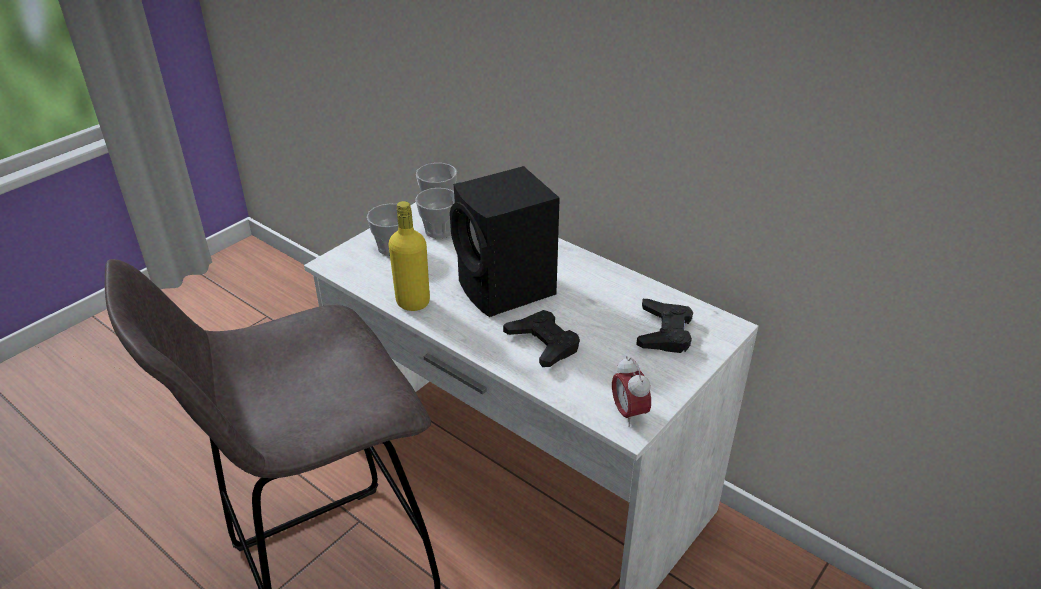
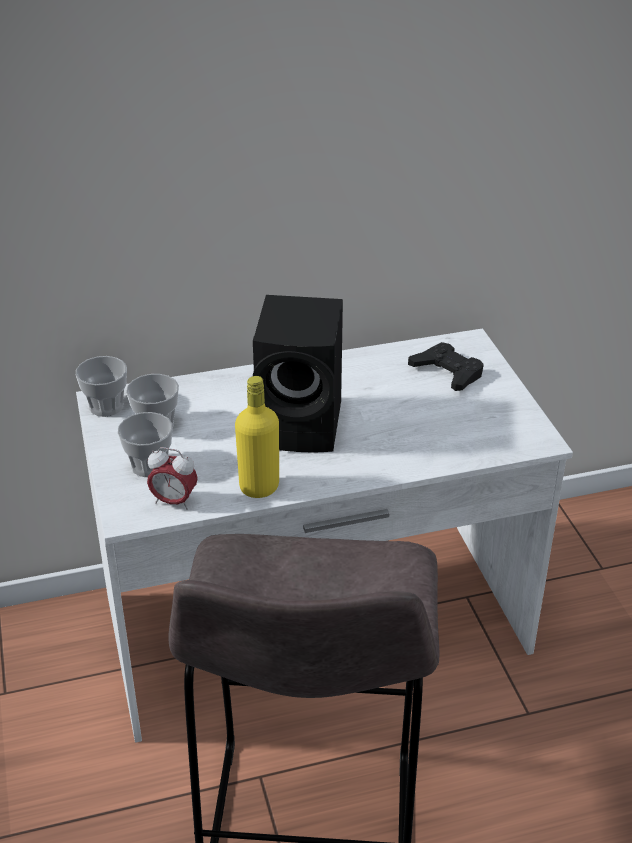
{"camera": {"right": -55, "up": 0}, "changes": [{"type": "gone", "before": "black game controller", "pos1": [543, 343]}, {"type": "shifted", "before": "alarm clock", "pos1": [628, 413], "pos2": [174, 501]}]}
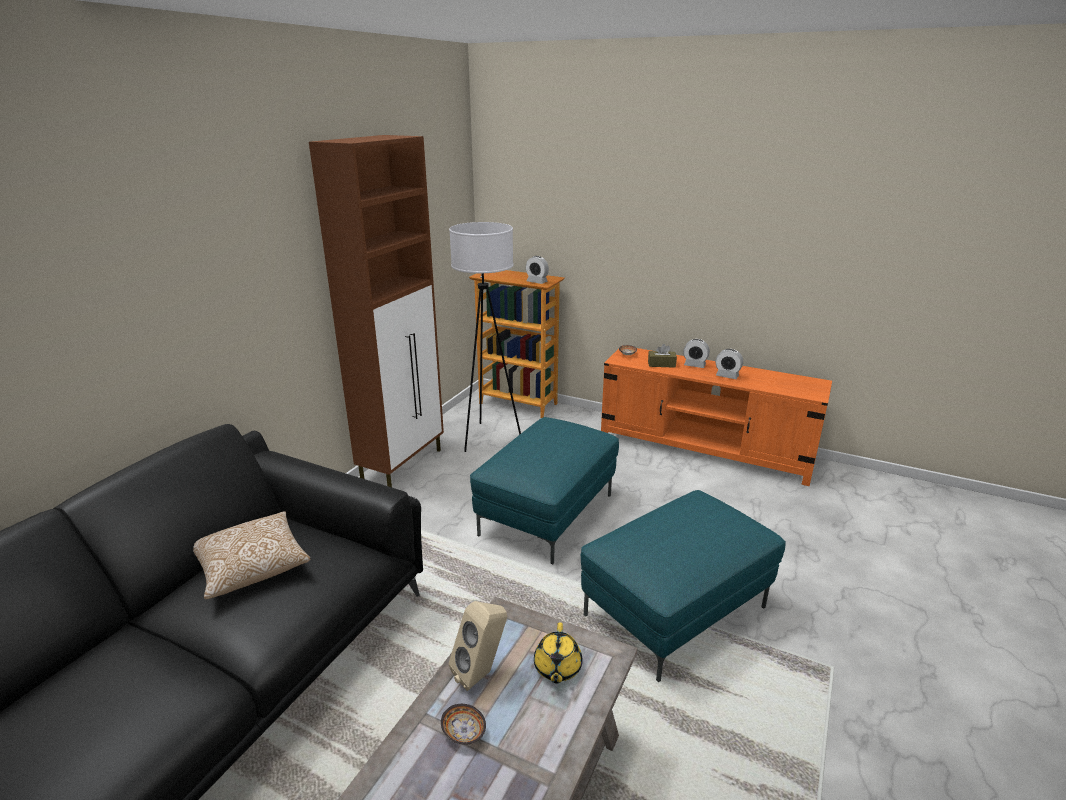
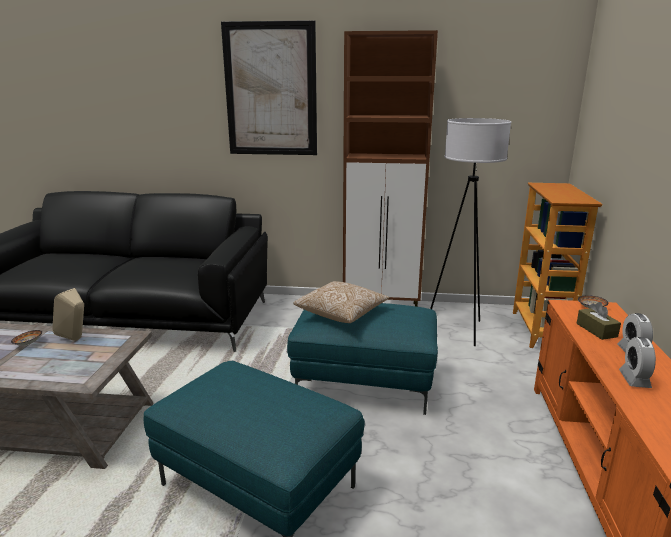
{"camera": {"right": 70, "up": -5}, "changes": [{"type": "gone", "before": "alarm clock", "pos1": [537, 282]}, {"type": "gone", "before": "yellow teapot", "pos1": [557, 668]}, {"type": "new", "after": "picture", "pos2": [270, 90]}, {"type": "shifted", "before": "pillow", "pos1": [252, 567], "pos2": [342, 313]}]}
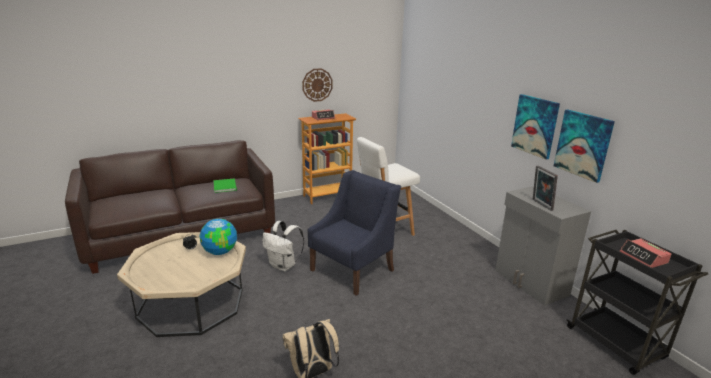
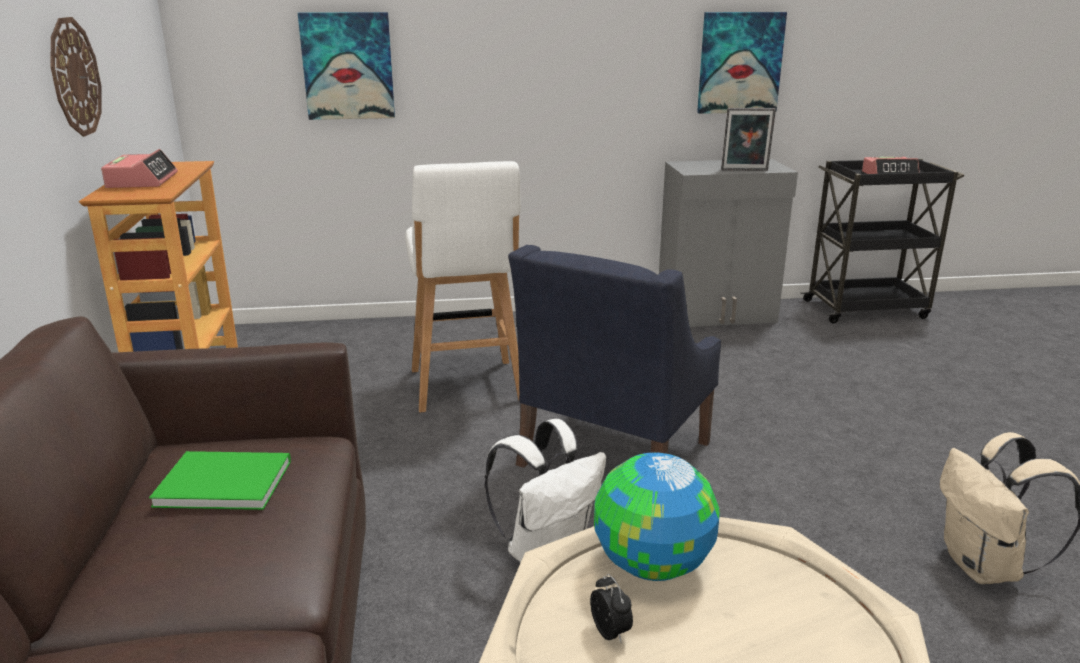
{"camera": {"right": -70, "up": 0}, "changes": [{"type": "shifted", "before": "picture", "pos1": [535, 126], "pos2": [348, 66]}, {"type": "rotated", "before": "blue armchair", "pos1": [353, 270], "pos2": [612, 454], "turn": -120}]}
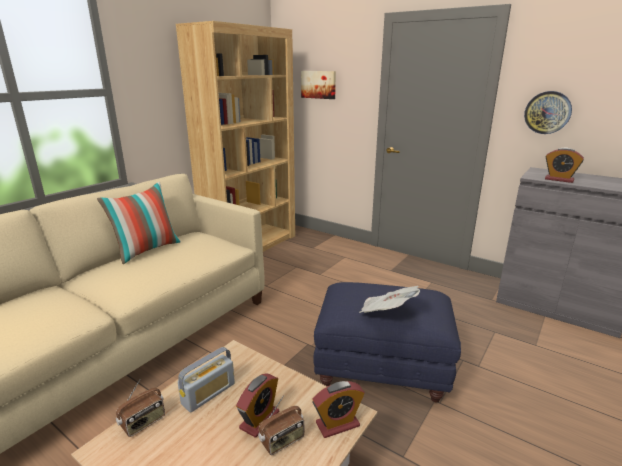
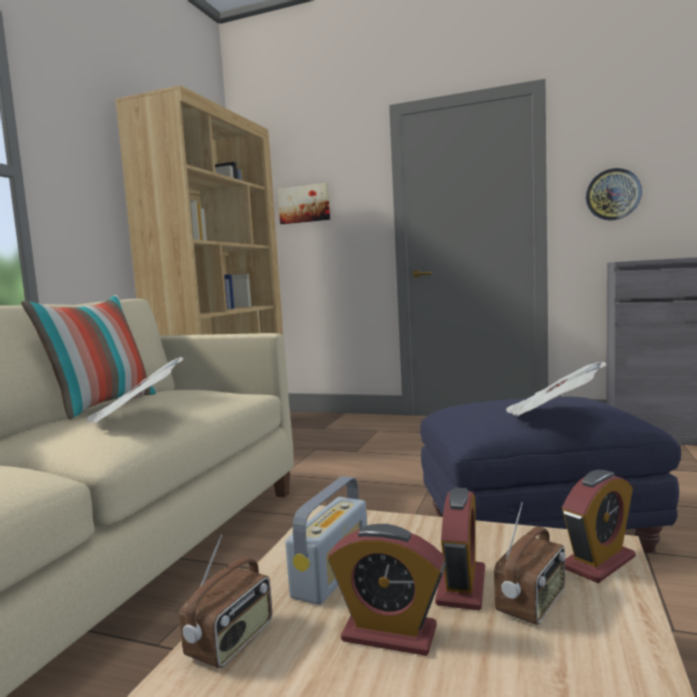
{"camera": {"right": -15, "up": -15}, "changes": [{"type": "new", "after": "newspaper", "pos2": [136, 417]}, {"type": "shifted", "before": "alarm clock", "pos1": [559, 179], "pos2": [389, 634]}]}
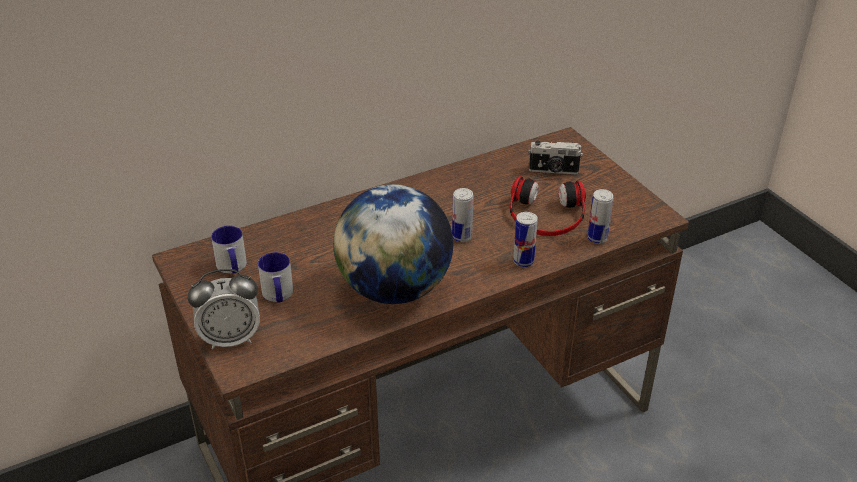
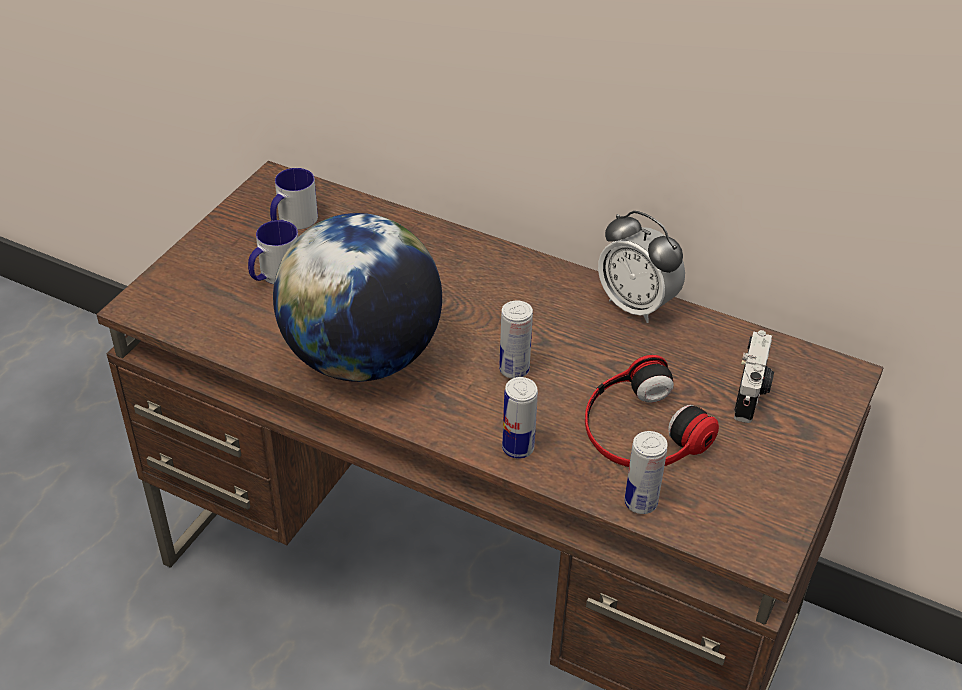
{"camera": {"right": 55, "up": 5}, "changes": [{"type": "shifted", "before": "alarm clock", "pos1": [230, 338], "pos2": [636, 305]}, {"type": "rotated", "before": "photo camera", "pos1": [553, 171], "pos2": [751, 394], "turn": -135}]}
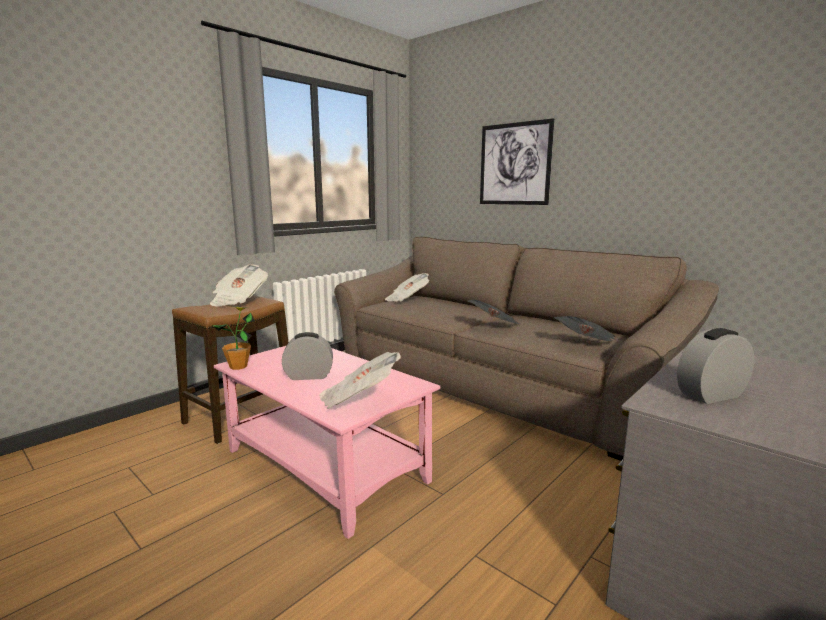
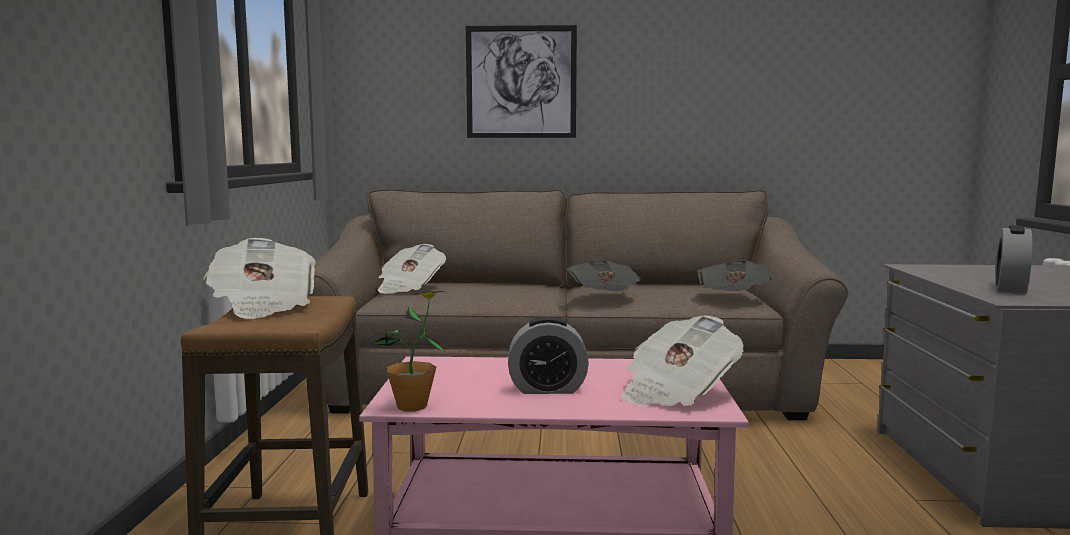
{"camera": {"right": -40, "up": -5}, "changes": [{"type": "rotated", "before": "alarm clock", "pos1": [308, 376], "pos2": [547, 389], "turn": -135}]}
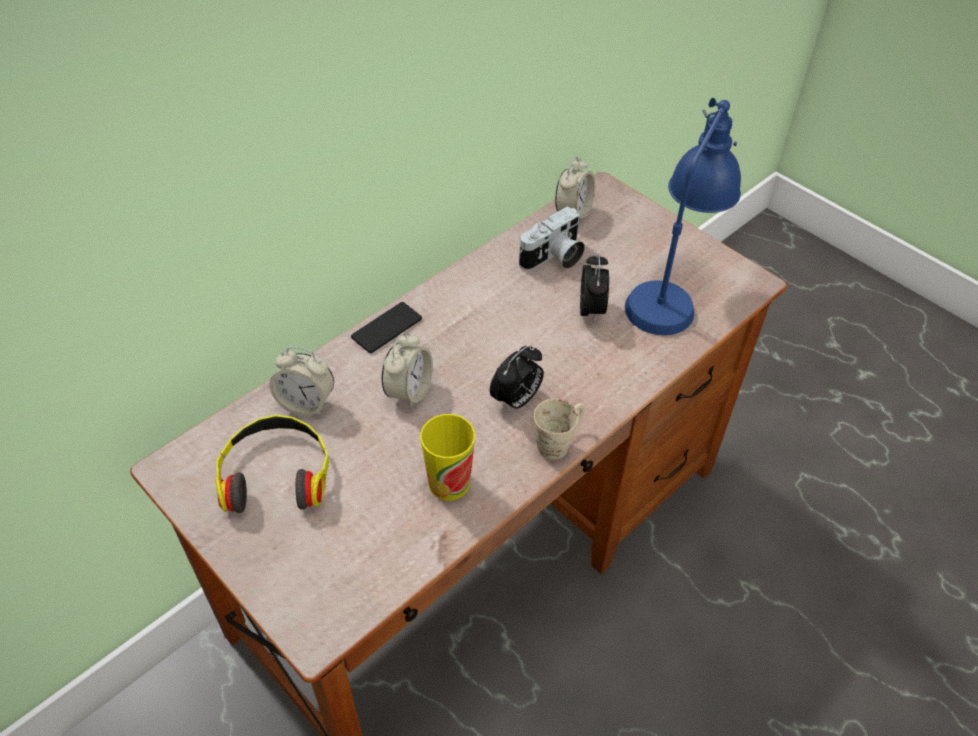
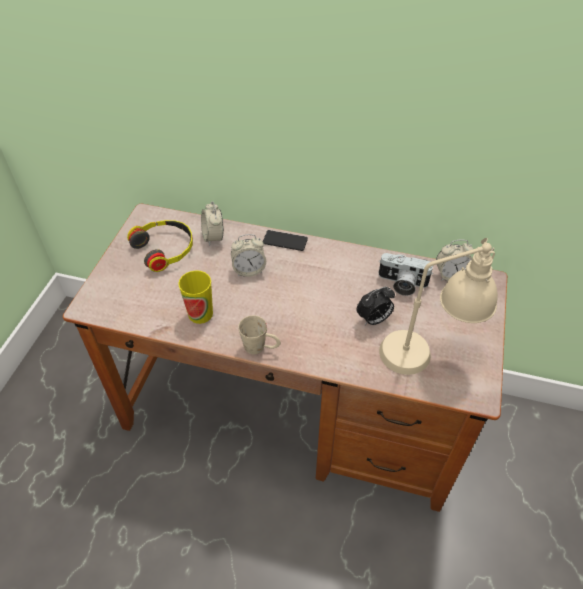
{"camera": {"right": 60, "up": 0}, "changes": [{"type": "gone", "before": "alarm clock", "pos1": [516, 400]}, {"type": "repainted", "before": "blue table lamp", "after": "beige table lamp", "pos1": [670, 291], "pos2": [427, 352]}]}
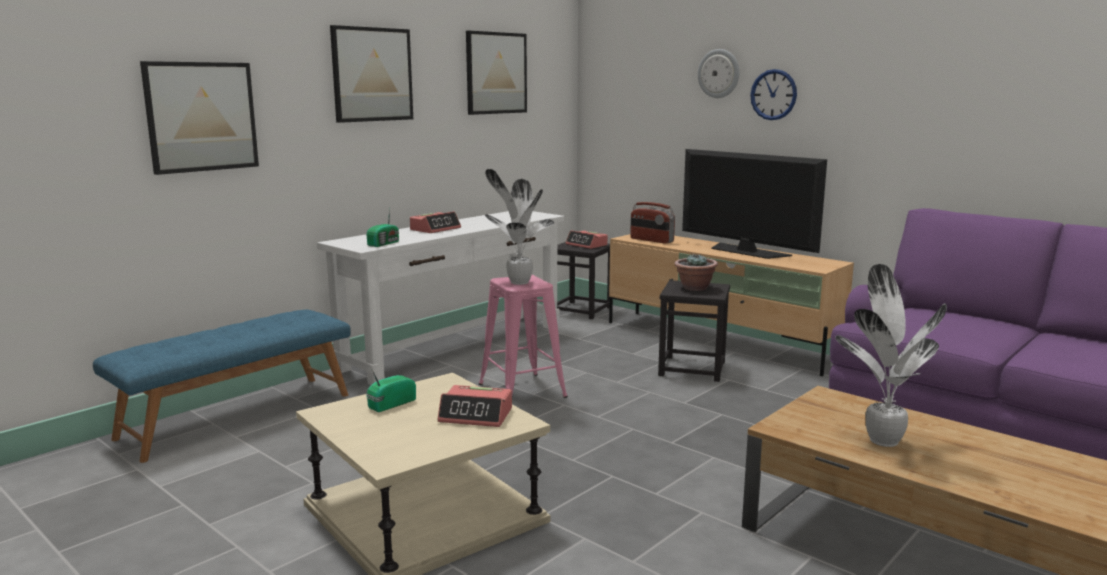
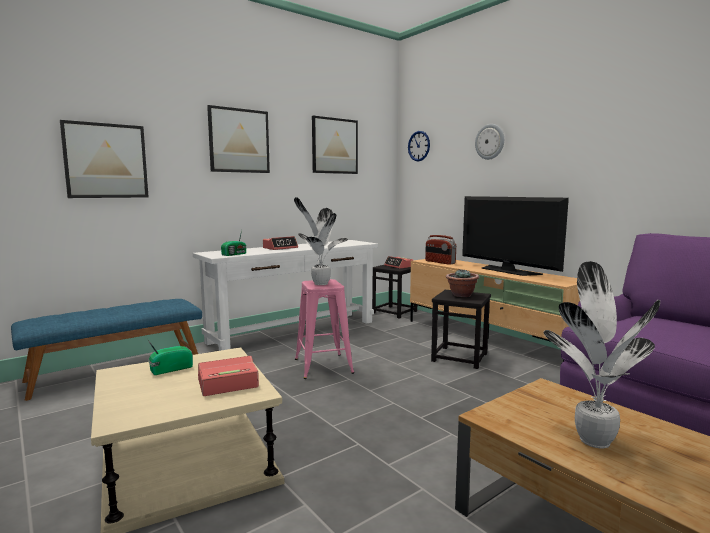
{"camera": {"right": 10, "up": -5}, "changes": [{"type": "shifted", "before": "wall clock", "pos1": [773, 94], "pos2": [419, 146]}, {"type": "rotated", "before": "alarm clock", "pos1": [476, 415], "pos2": [227, 384], "turn": 135}]}
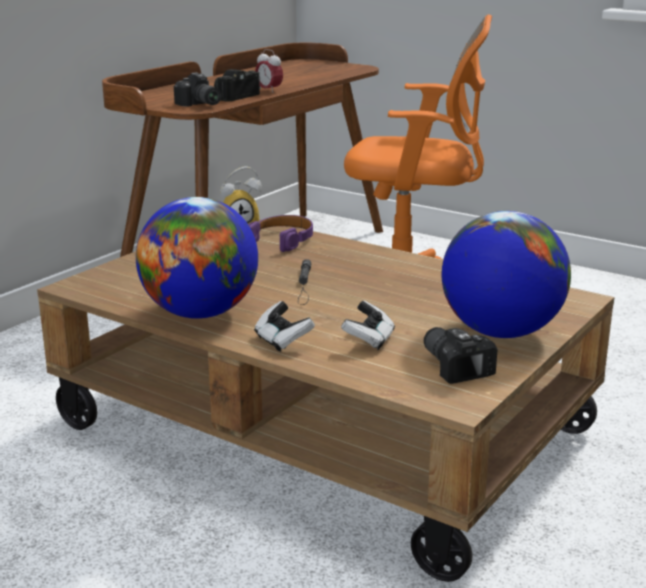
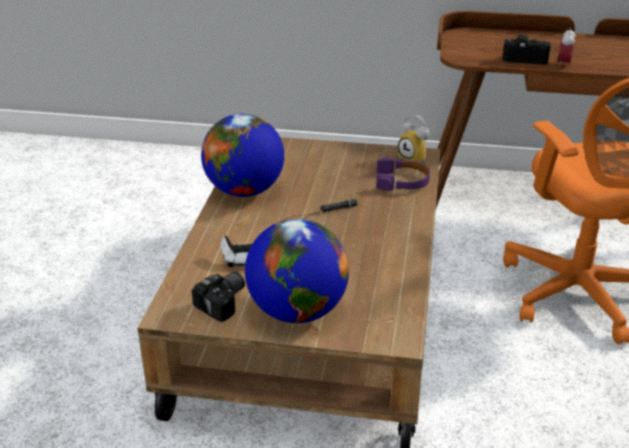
{"camera": {"right": 65, "up": 10}, "changes": [{"type": "gone", "before": "photo camera", "pos1": [199, 104]}, {"type": "gone", "before": "game controller", "pos1": [282, 341]}]}
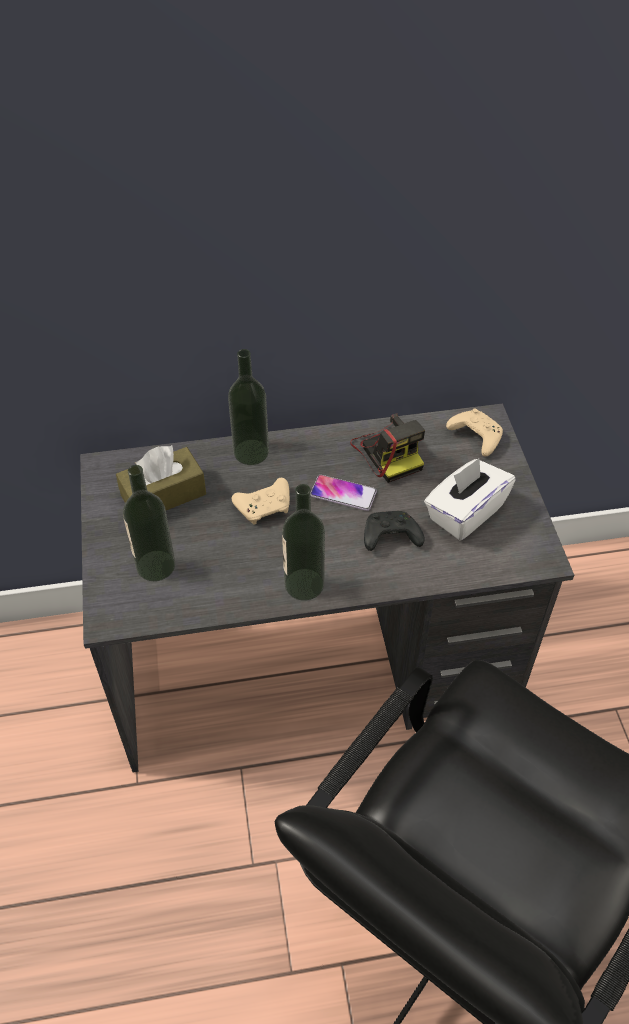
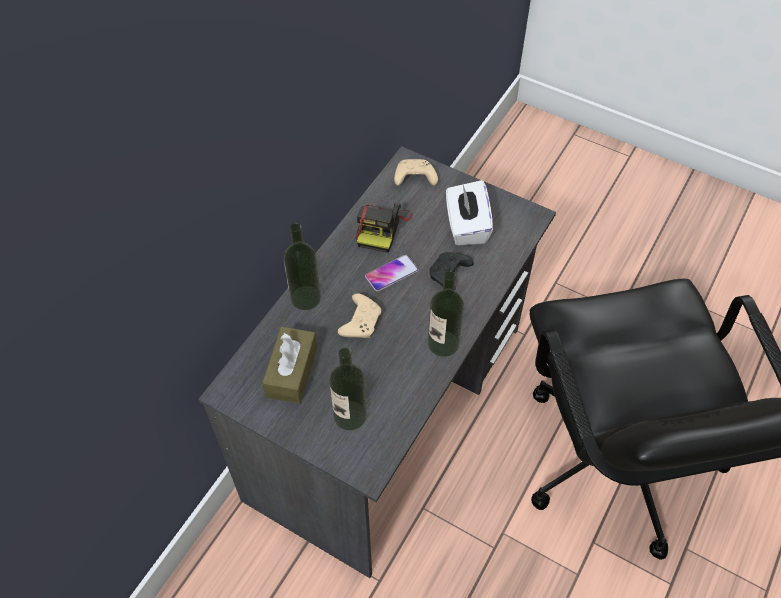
{"camera": {"right": -50, "up": 5}, "changes": [{"type": "rotated", "before": "photo camera", "pos1": [388, 452], "pos2": [382, 227], "turn": 90}]}
